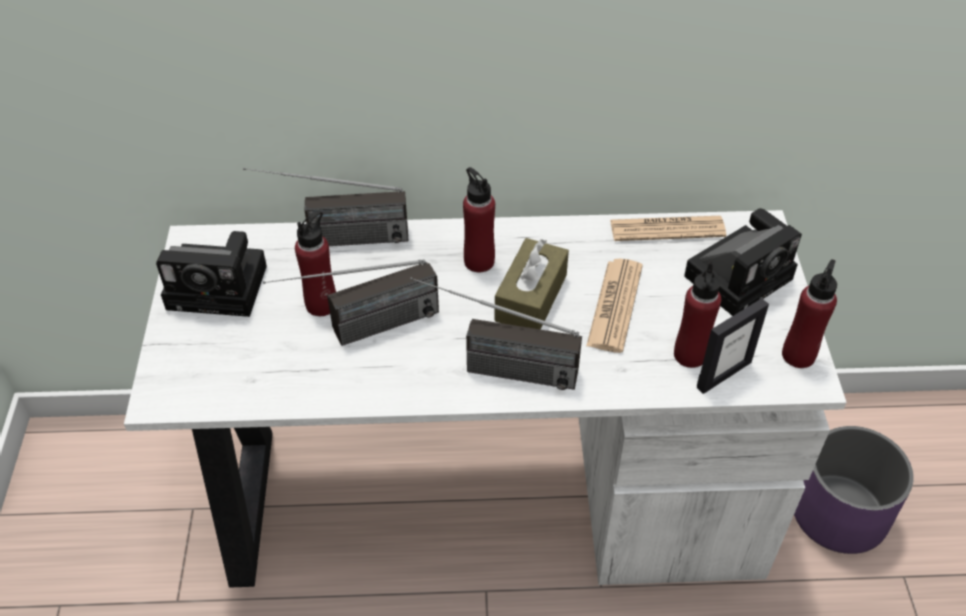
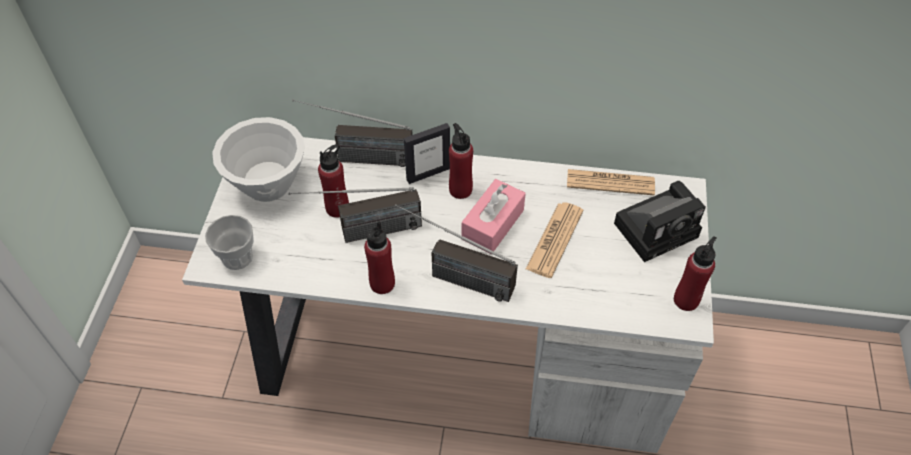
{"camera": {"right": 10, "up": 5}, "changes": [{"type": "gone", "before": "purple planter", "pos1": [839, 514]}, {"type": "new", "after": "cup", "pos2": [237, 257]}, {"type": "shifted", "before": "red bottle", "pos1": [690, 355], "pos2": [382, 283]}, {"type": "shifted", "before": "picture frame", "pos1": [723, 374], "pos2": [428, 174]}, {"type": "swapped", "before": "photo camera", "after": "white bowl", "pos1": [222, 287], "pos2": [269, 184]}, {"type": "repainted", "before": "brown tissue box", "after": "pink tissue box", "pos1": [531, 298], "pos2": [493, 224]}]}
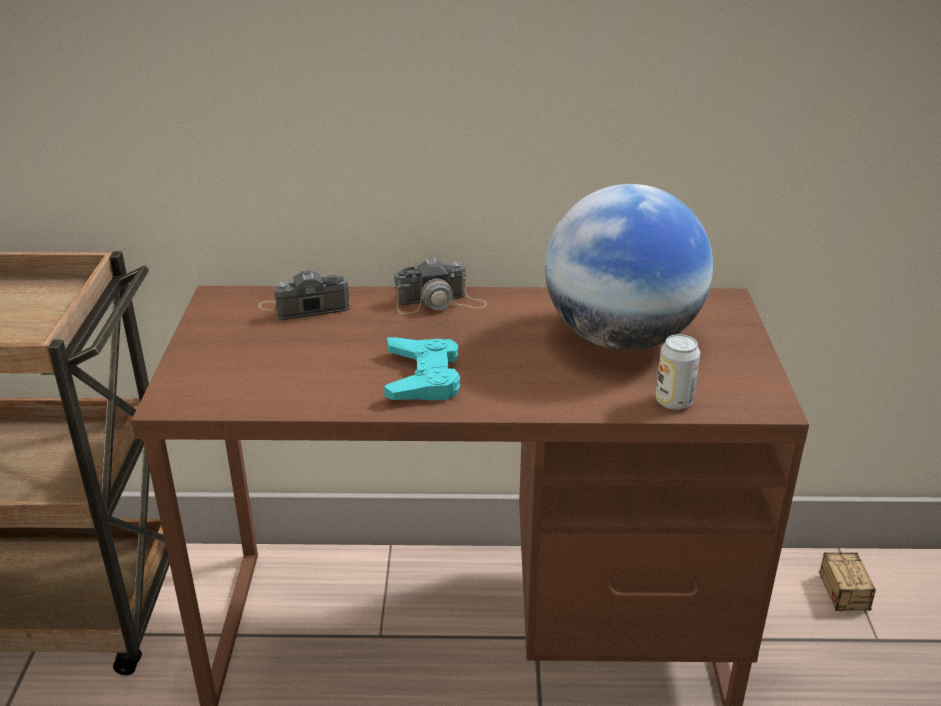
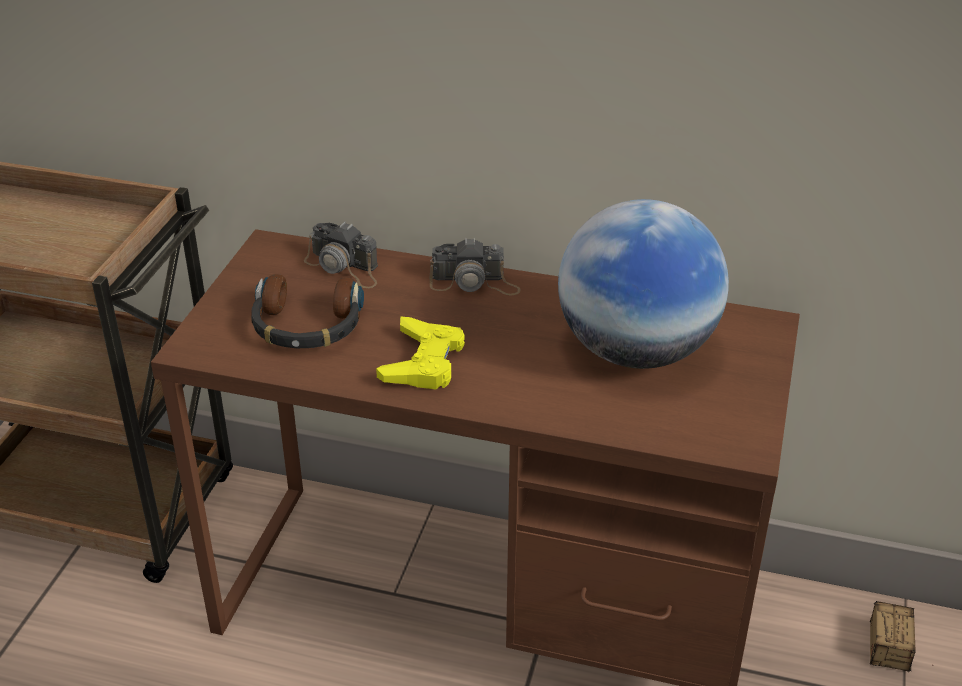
{"camera": {"right": 15, "up": 5}, "changes": [{"type": "gone", "before": "can", "pos1": [673, 401]}, {"type": "new", "after": "headphones", "pos2": [306, 326]}, {"type": "repainted", "before": "turquoise game controller", "after": "yellow game controller", "pos1": [422, 377], "pos2": [423, 362]}, {"type": "rotated", "before": "photo camera", "pos1": [304, 306], "pos2": [344, 267], "turn": -150}]}
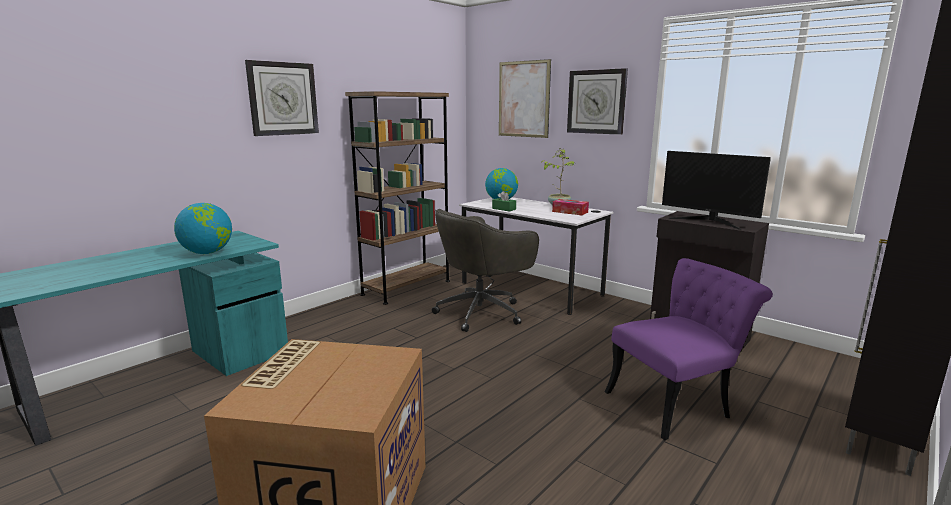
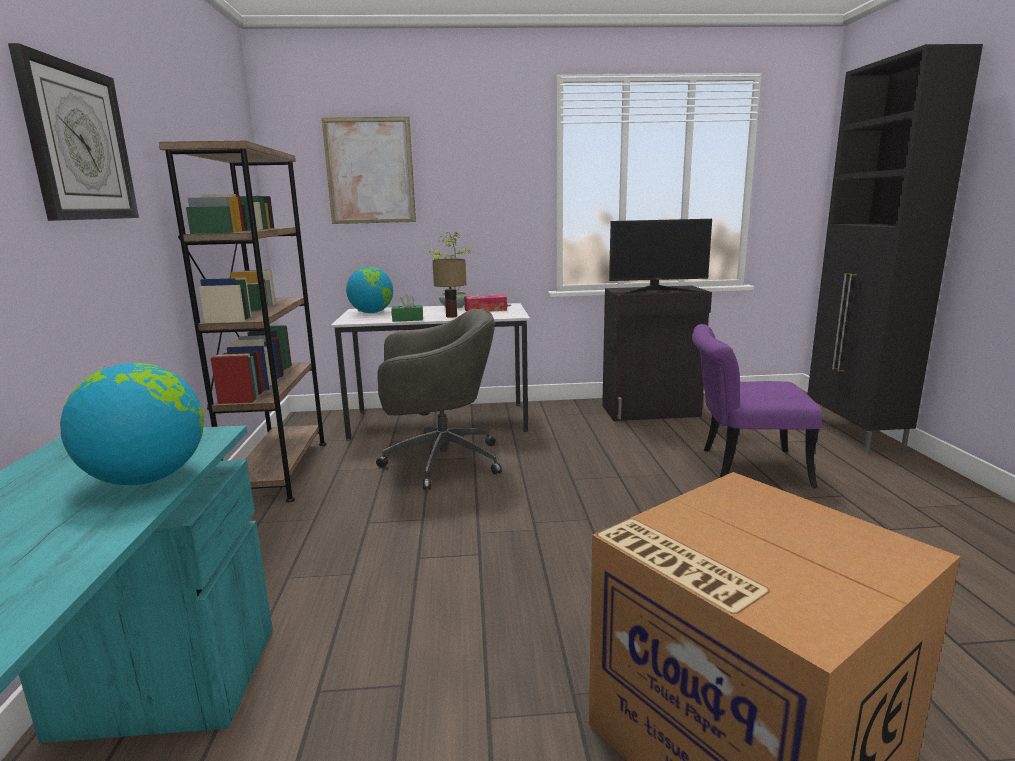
{"camera": {"right": -45, "up": 0}, "changes": [{"type": "gone", "before": "wall clock", "pos1": [596, 102]}, {"type": "new", "after": "table lamp", "pos2": [451, 316]}, {"type": "rotated", "before": "grey office chair", "pos1": [482, 312], "pos2": [439, 462], "turn": -105}, {"type": "rotated", "before": "purple chair", "pos1": [676, 402], "pos2": [741, 467], "turn": -105}]}
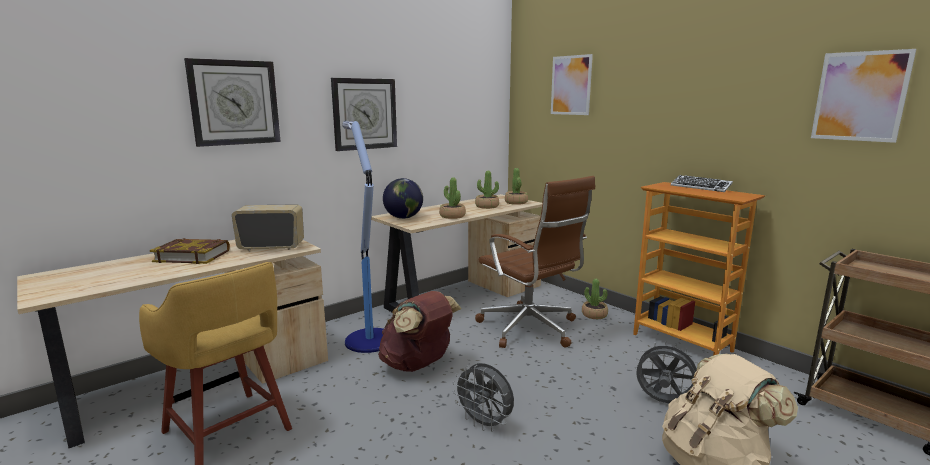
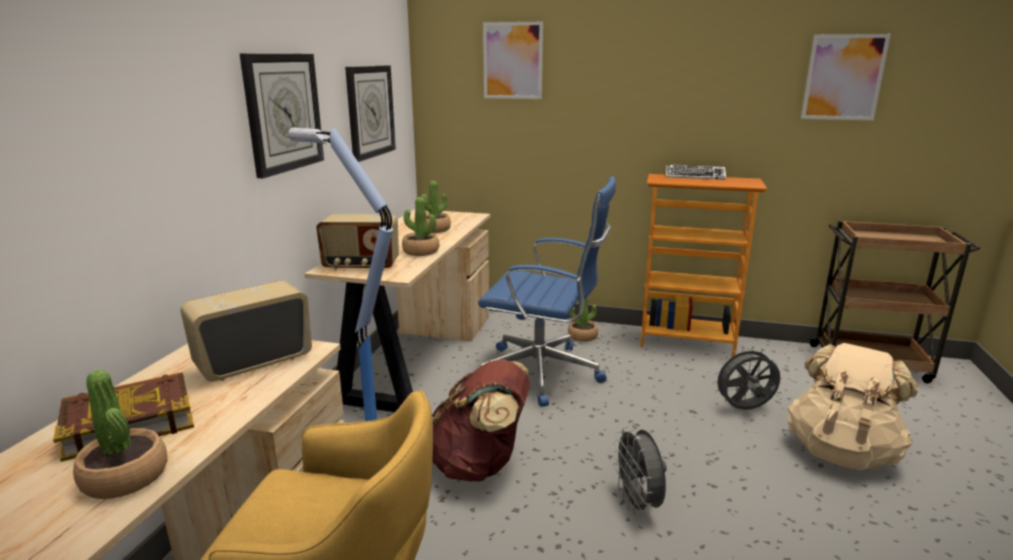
{"camera": {"right": -35, "up": 5}, "changes": [{"type": "shifted", "before": "wall clock", "pos1": [234, 102], "pos2": [370, 111]}, {"type": "shifted", "before": "potted plant", "pos1": [516, 202], "pos2": [125, 477]}, {"type": "swapped", "before": "globe", "after": "radio", "pos1": [404, 218], "pos2": [361, 266]}, {"type": "repainted", "before": "brown office chair", "after": "blue office chair", "pos1": [530, 329], "pos2": [543, 373]}, {"type": "rotated", "before": "grey fan", "pos1": [485, 424], "pos2": [638, 504], "turn": 75}]}
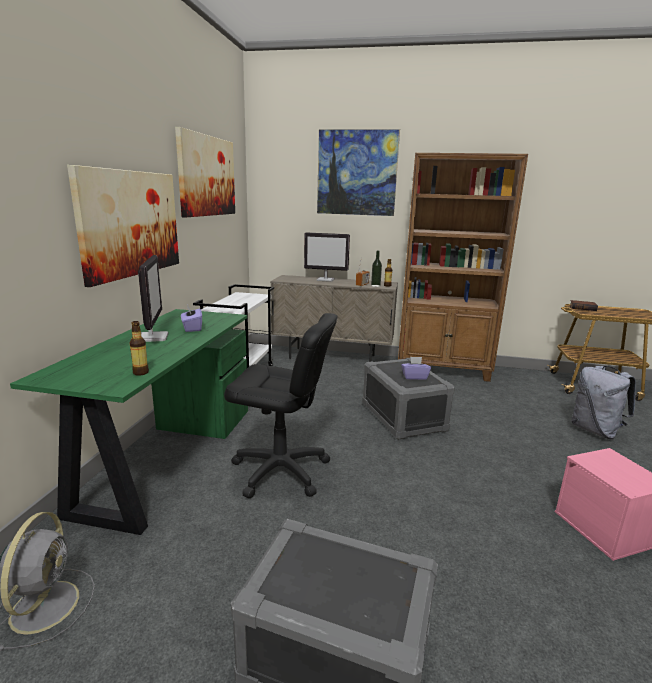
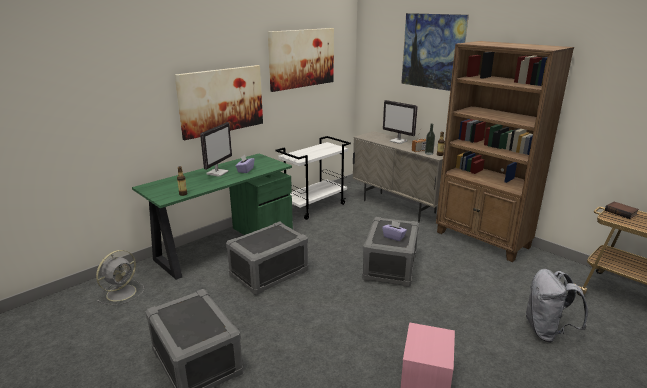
{"camera": {"right": 35, "up": 5}, "changes": [{"type": "swapped", "before": "black office chair", "after": "grey storage box", "pos1": [280, 471], "pos2": [269, 273]}]}
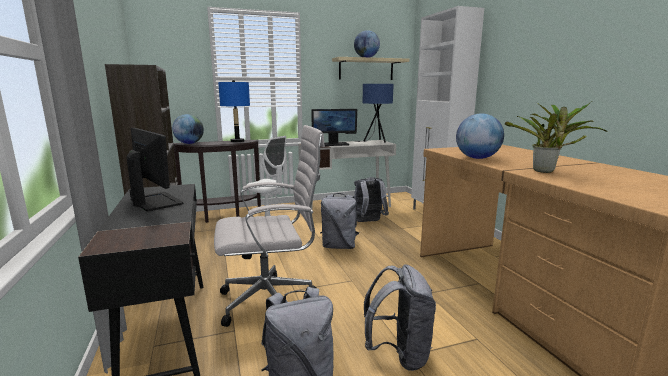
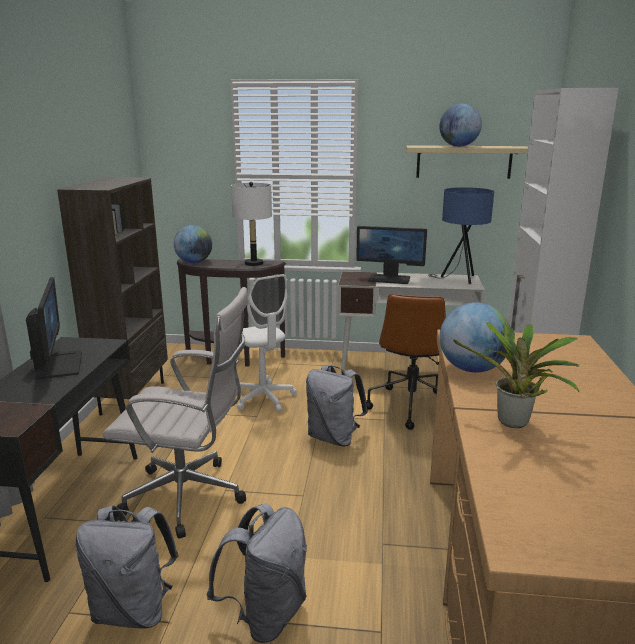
{"camera": {"right": 25, "up": 5}, "changes": [{"type": "swapped", "before": "grey backpack", "after": "brown office chair", "pos1": [368, 222], "pos2": [410, 406]}, {"type": "repainted", "before": "blue table lamp", "after": "white table lamp", "pos1": [237, 141], "pos2": [253, 263]}]}
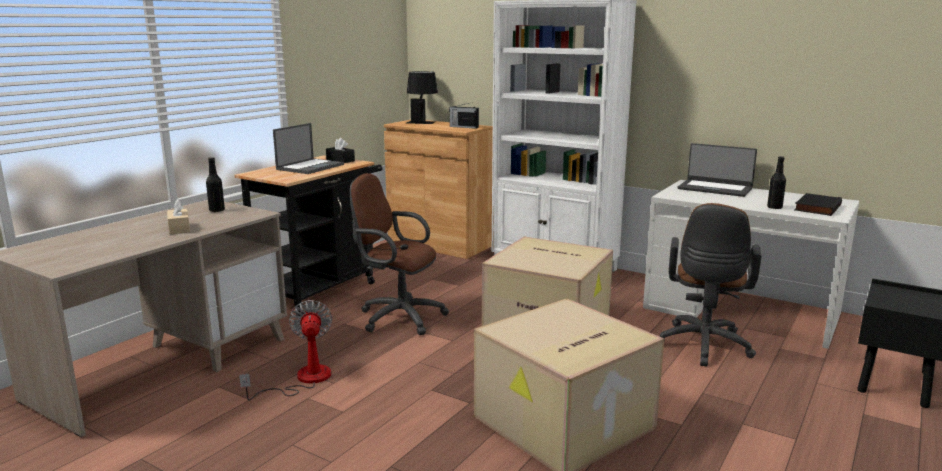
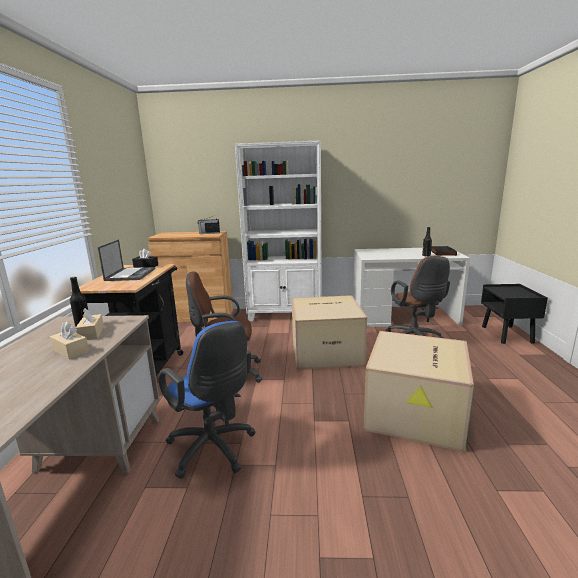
{"camera": {"right": -30, "up": 0}, "changes": [{"type": "gone", "before": "black table lamp", "pos1": [422, 121]}, {"type": "gone", "before": "laptop", "pos1": [715, 188]}, {"type": "new", "after": "beige tissue box", "pos2": [91, 333]}, {"type": "swapped", "before": "fan", "after": "blue office chair", "pos1": [303, 380], "pos2": [214, 450]}]}
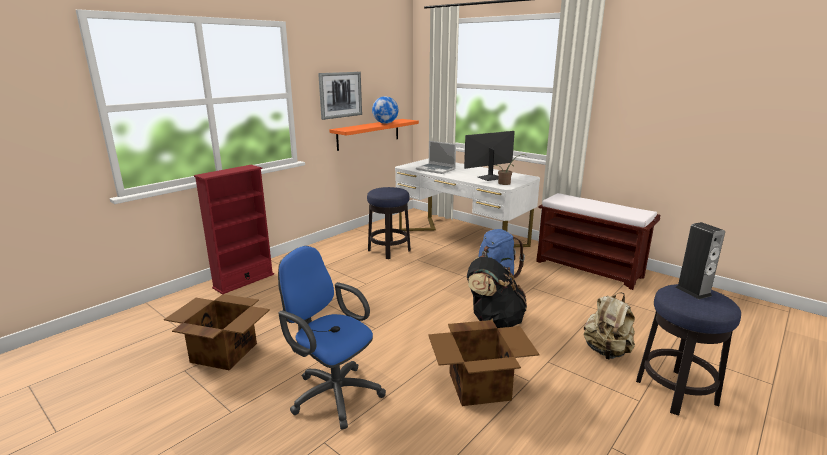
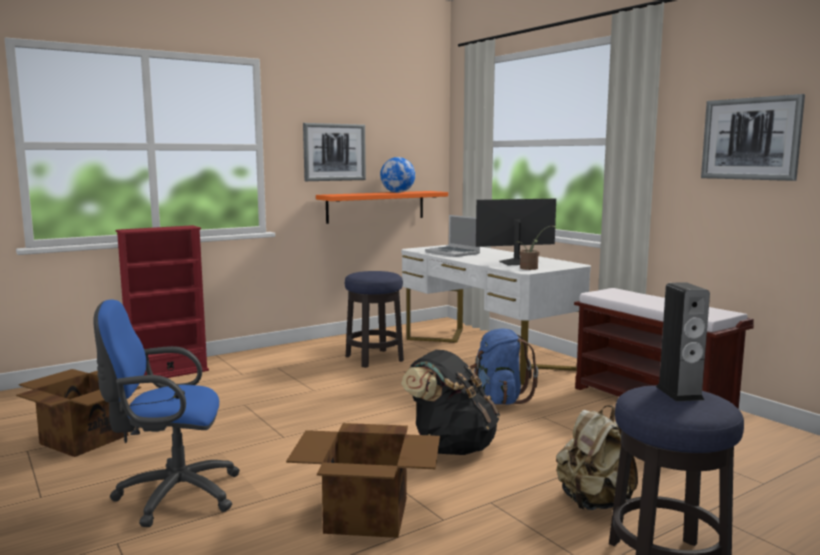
{"camera": {"right": 15, "up": -10}, "changes": [{"type": "new", "after": "picture", "pos2": [750, 139]}, {"type": "rotated", "before": "blue office chair", "pos1": [332, 393], "pos2": [171, 495], "turn": -60}]}
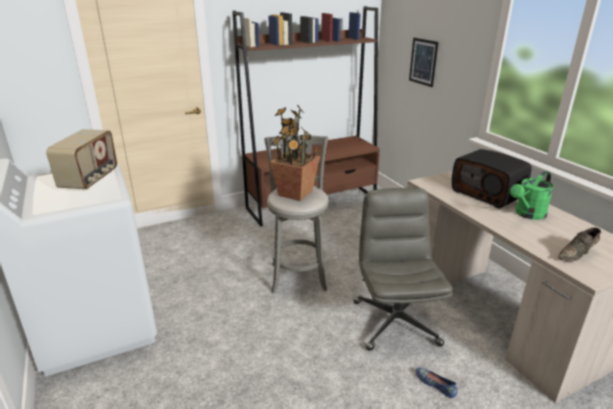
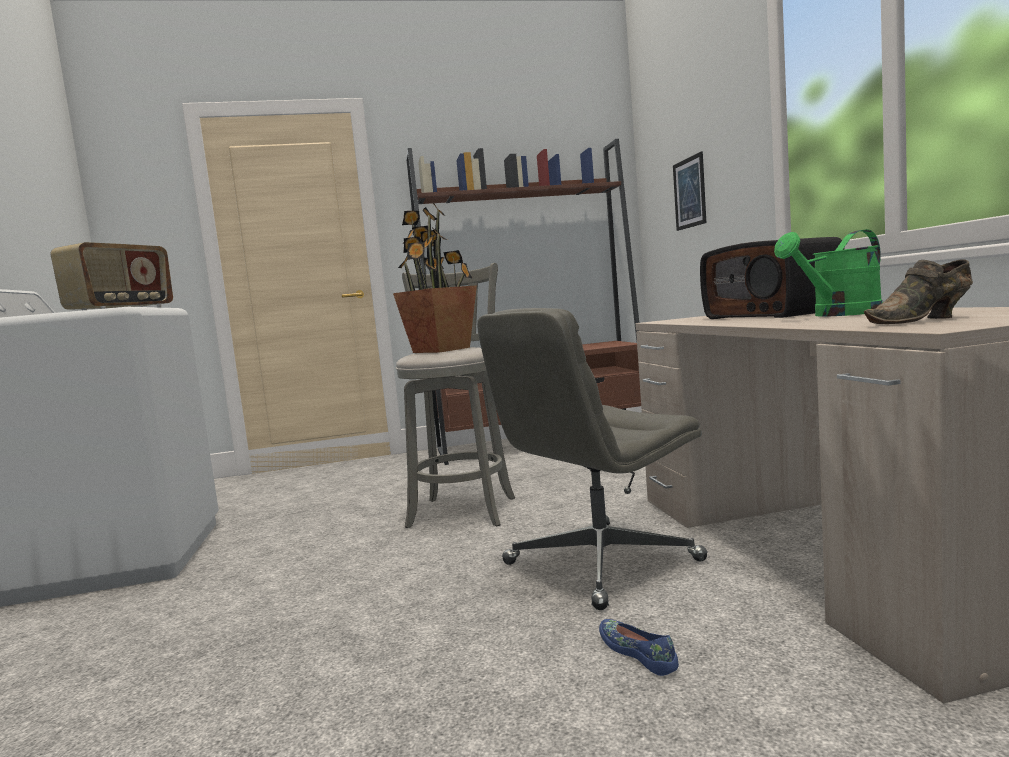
{"camera": {"right": 15, "up": -20}, "changes": [{"type": "rotated", "before": "grey office chair", "pos1": [394, 322], "pos2": [600, 563], "turn": -135}]}
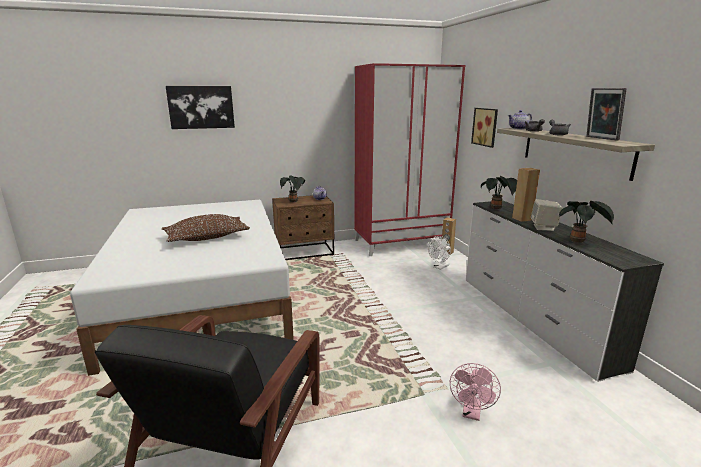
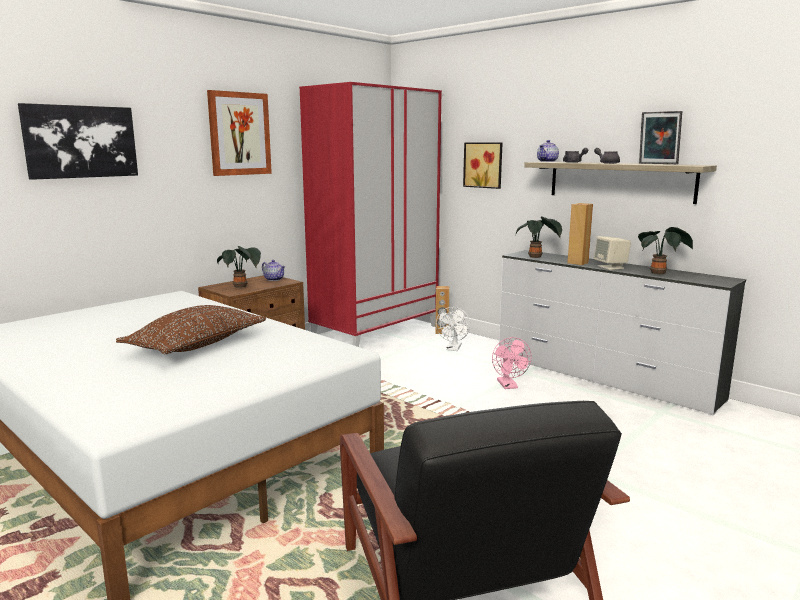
{"camera": {"right": -30, "up": -5}, "changes": [{"type": "new", "after": "picture", "pos2": [239, 134]}, {"type": "shifted", "before": "pink fan", "pos1": [471, 413], "pos2": [509, 386]}]}
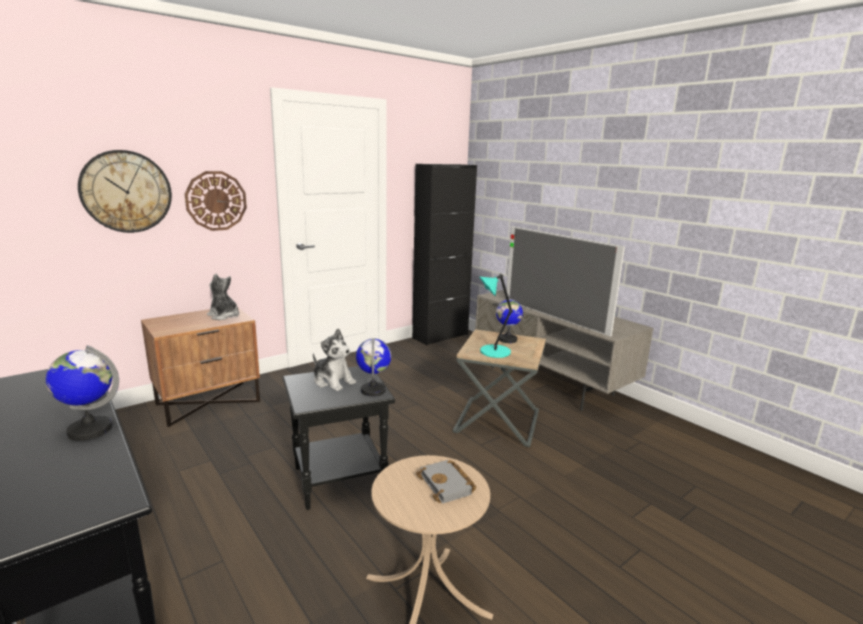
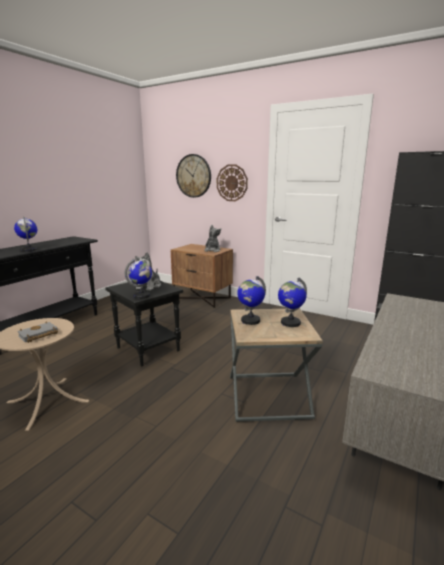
{"camera": {"right": 70, "up": 0}, "changes": [{"type": "gone", "before": "television", "pos1": [553, 316]}, {"type": "swapped", "before": "turquoise table lamp", "after": "globe", "pos1": [493, 352], "pos2": [250, 320]}]}
